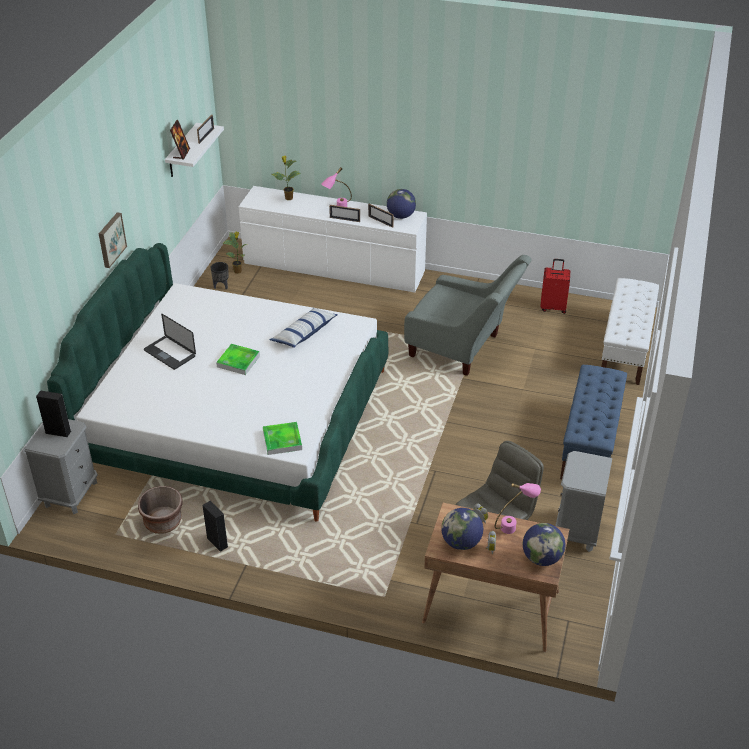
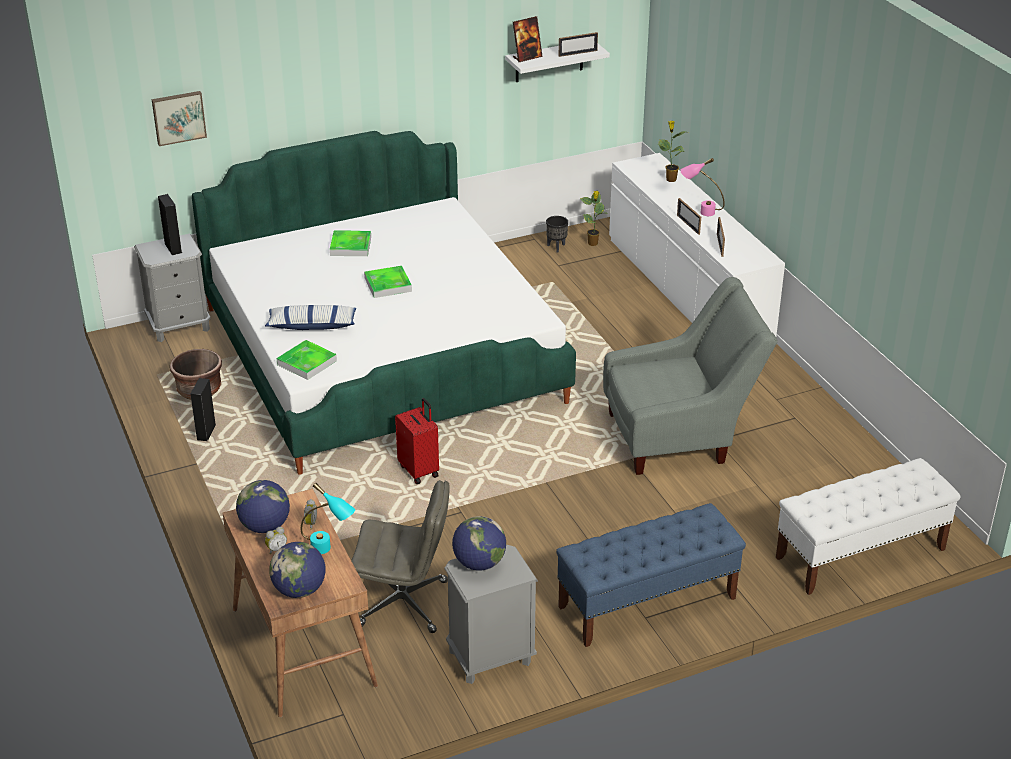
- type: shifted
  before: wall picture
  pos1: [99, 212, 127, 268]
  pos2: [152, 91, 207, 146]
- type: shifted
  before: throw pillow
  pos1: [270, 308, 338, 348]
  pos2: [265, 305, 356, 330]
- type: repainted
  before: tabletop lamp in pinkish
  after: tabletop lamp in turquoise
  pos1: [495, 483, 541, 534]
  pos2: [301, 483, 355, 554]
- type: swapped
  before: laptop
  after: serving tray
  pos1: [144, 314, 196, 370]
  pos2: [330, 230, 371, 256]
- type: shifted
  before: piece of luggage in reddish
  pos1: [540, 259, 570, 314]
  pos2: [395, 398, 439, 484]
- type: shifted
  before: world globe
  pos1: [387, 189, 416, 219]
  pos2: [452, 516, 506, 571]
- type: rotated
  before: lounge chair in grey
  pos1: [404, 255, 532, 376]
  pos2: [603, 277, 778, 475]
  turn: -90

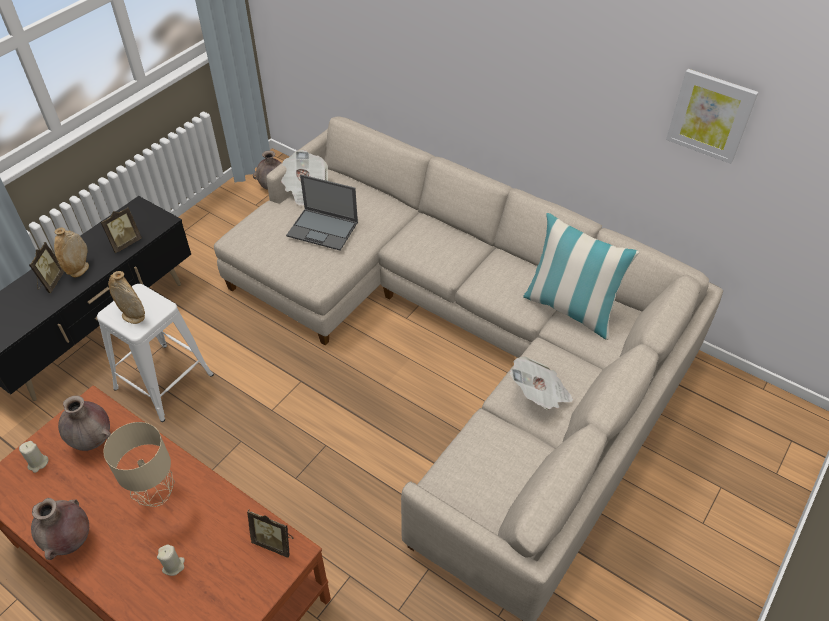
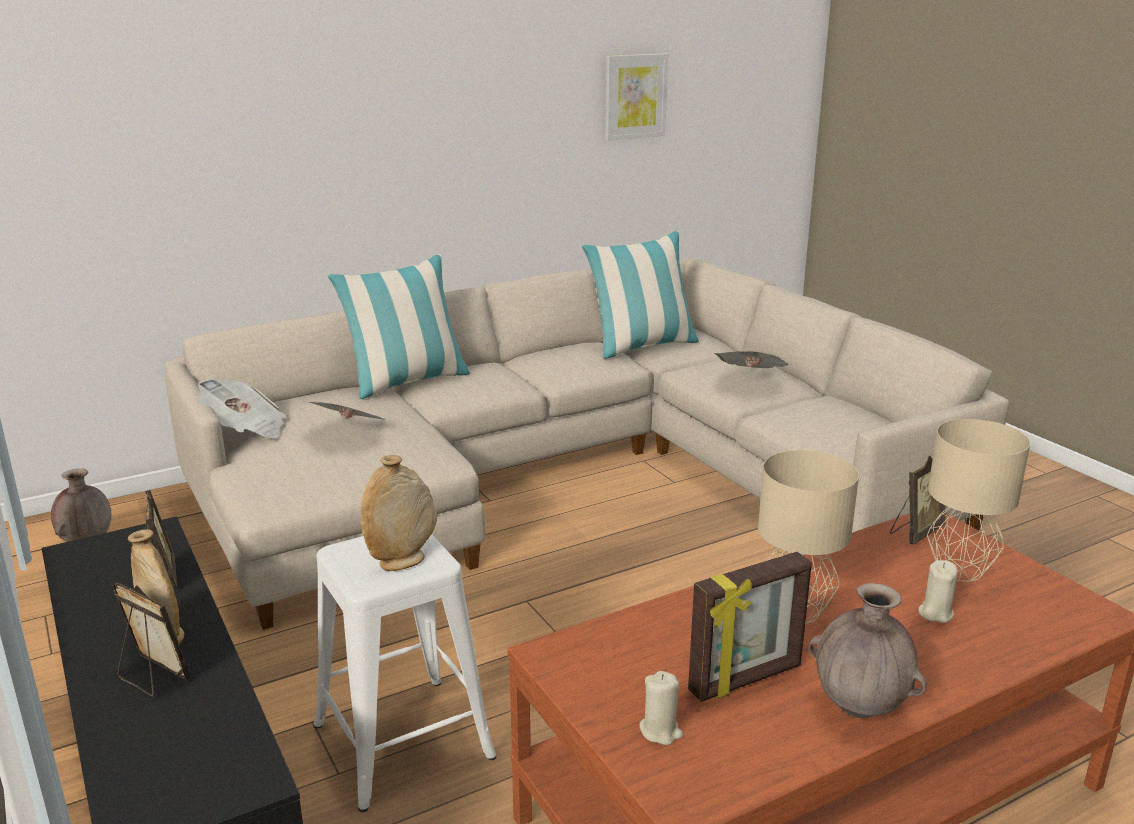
- type: swapped
  before: laptop
  after: newspaper
  pos1: [286, 175, 358, 251]
  pos2: [310, 402, 388, 420]
- type: new
  after: throw pillow
  pos2: [328, 254, 471, 399]
- type: new
  after: photo frame
  pos2: [688, 552, 812, 702]
- type: new
  after: tabletop lamp in beige-coloured
  pos2: [927, 419, 1030, 582]
- type: gone
  before: vase in brown
  pos1: [58, 396, 111, 451]

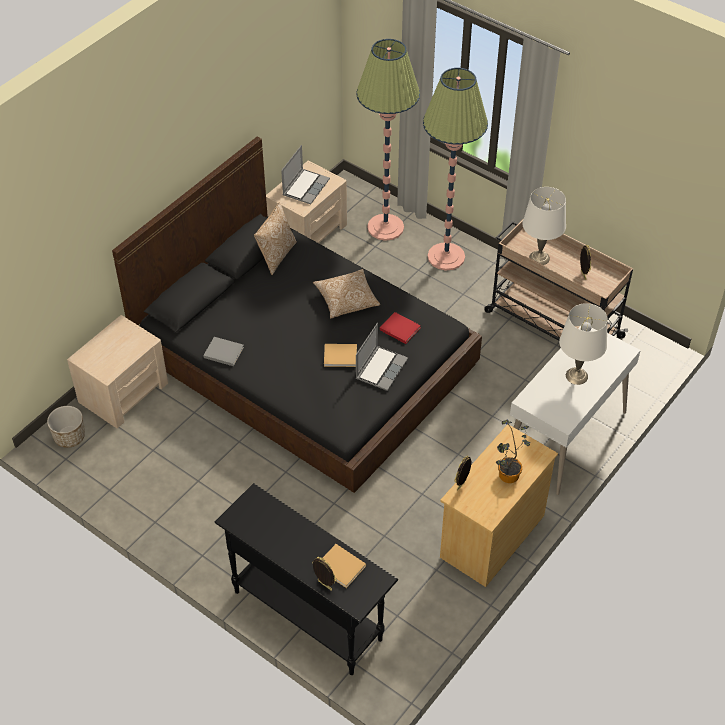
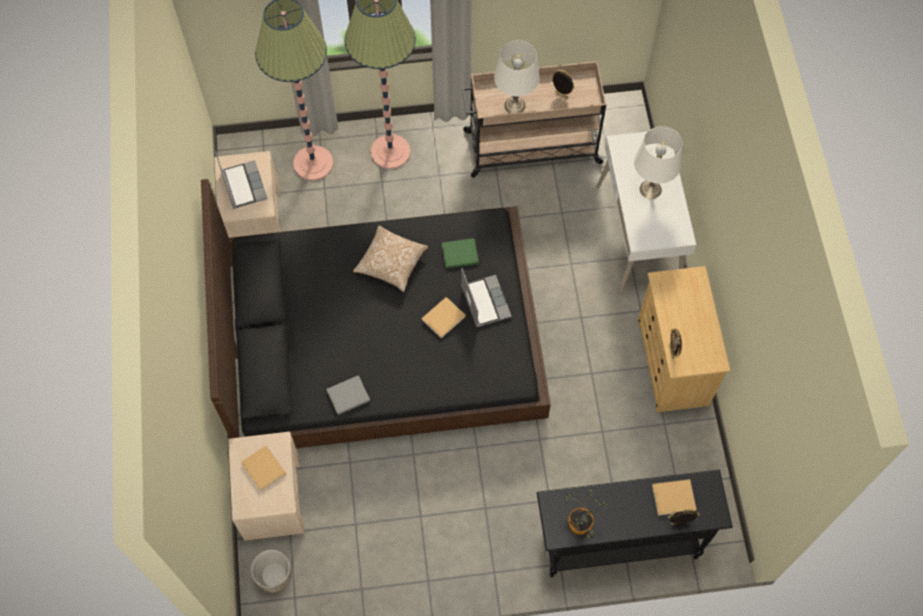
- type: new
  after: book in beige-coloured
  pos2: [241, 445, 286, 491]
- type: repainted
  before: book in reddish
  after: book in greenish
  pos1: [380, 312, 421, 344]
  pos2: [442, 238, 479, 269]
- type: shifted
  before: plant in a pot
  pos1: [496, 420, 530, 483]
  pos2: [564, 488, 609, 539]
- type: gone
  before: throw pillow
  pos1: [254, 203, 297, 275]

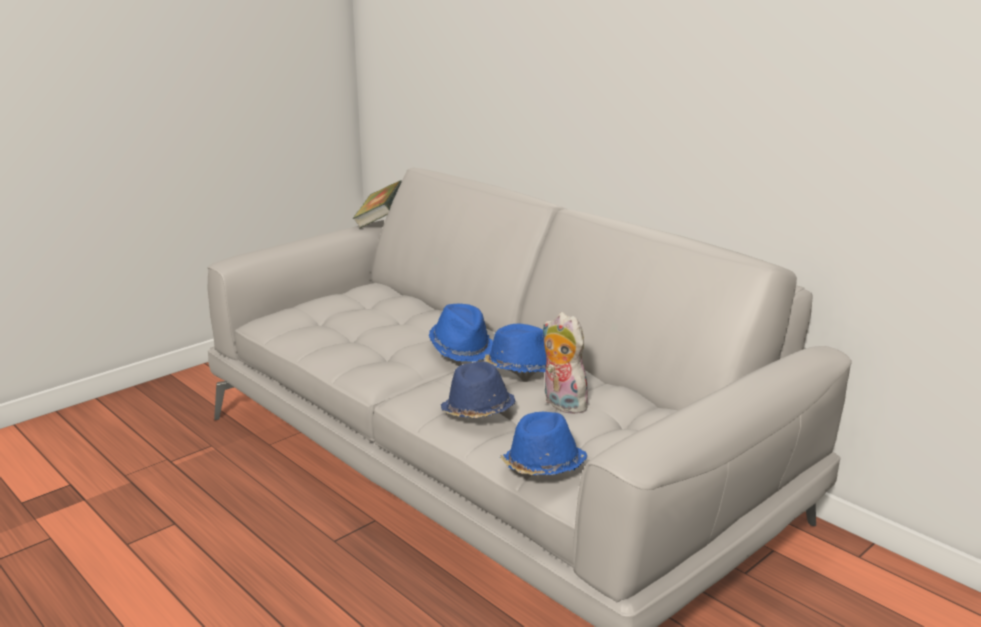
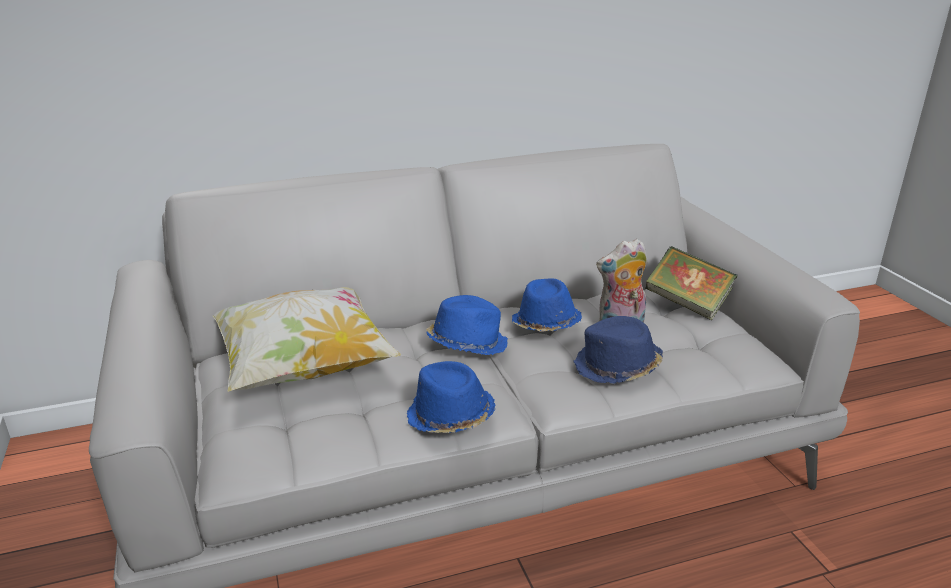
- type: new
  after: throw pillow
  pos2: [213, 287, 401, 392]
- type: shifted
  before: wearable hat in bluish
  pos1: [500, 412, 587, 475]
  pos2: [407, 361, 495, 433]
- type: shifted
  before: book
  pos1: [352, 180, 402, 228]
  pos2: [646, 246, 737, 320]

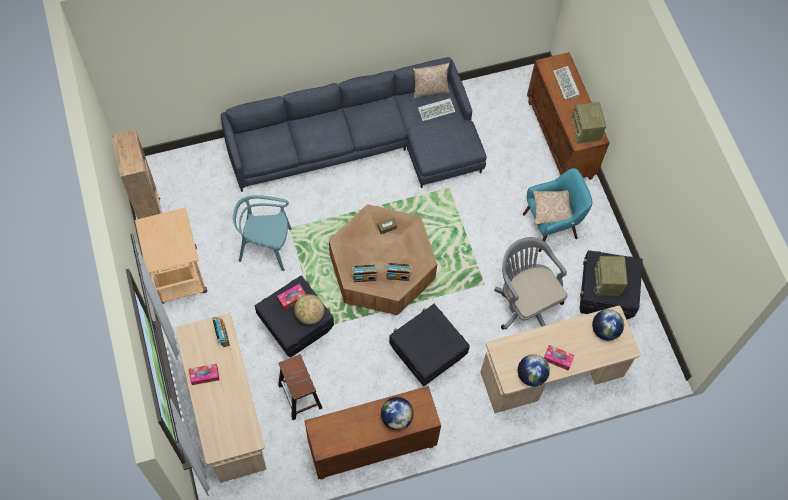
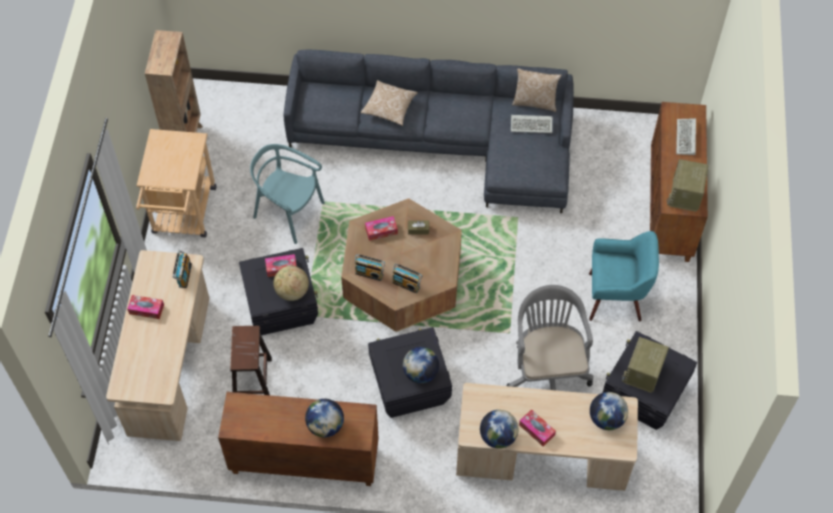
- type: shifted
  before: throw pillow
  pos1: [533, 190, 575, 225]
  pos2: [361, 80, 418, 126]
- type: new
  after: tissue box
  pos2: [365, 216, 398, 241]
- type: new
  after: world globe
  pos2: [403, 347, 439, 383]

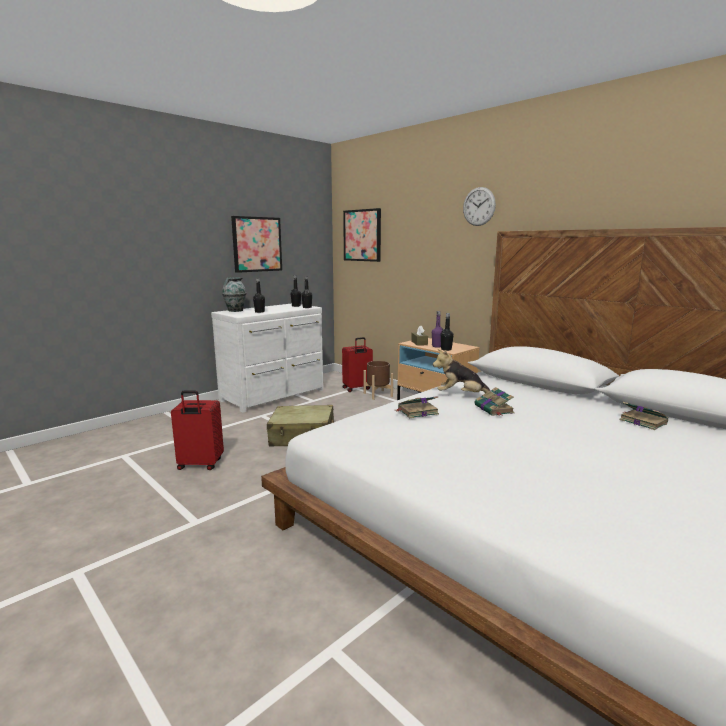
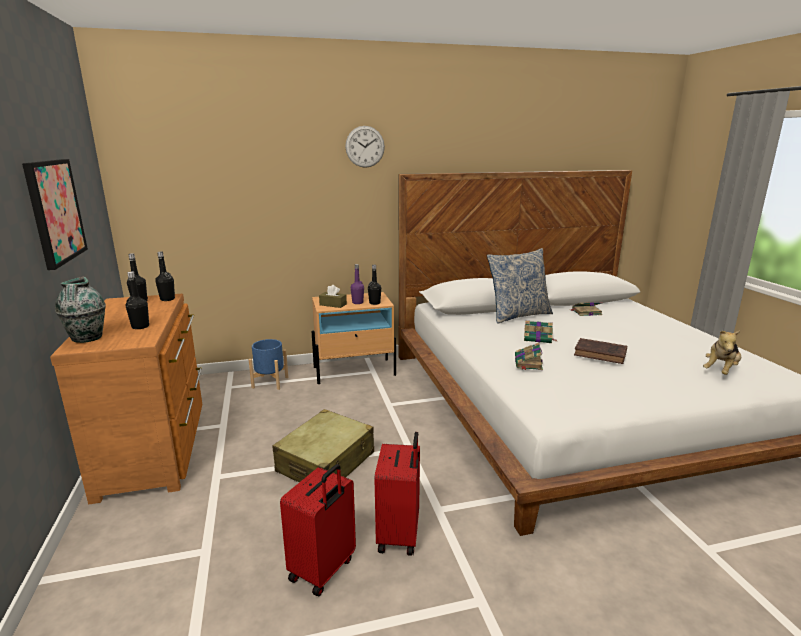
- type: repainted
  before: drawer chest in white
  after: drawer chest in brown
  pos1: [211, 304, 323, 413]
  pos2: [50, 294, 203, 504]
- type: repainted
  before: flower pot in brown
  after: flower pot in bluish
  pos1: [364, 361, 393, 400]
  pos2: [249, 339, 288, 390]
- type: shifted
  before: piece of luggage in reddish
  pos1: [342, 337, 373, 392]
  pos2: [375, 432, 420, 556]
- type: new
  after: throw pillow
  pos2: [487, 248, 553, 324]
- type: new
  after: book in brown
  pos2: [574, 338, 627, 364]
- type: shifted
  before: cuddly toy
  pos1: [433, 349, 491, 393]
  pos2: [703, 330, 741, 375]
- type: gone
  before: wall picture
  pos1: [343, 208, 381, 262]

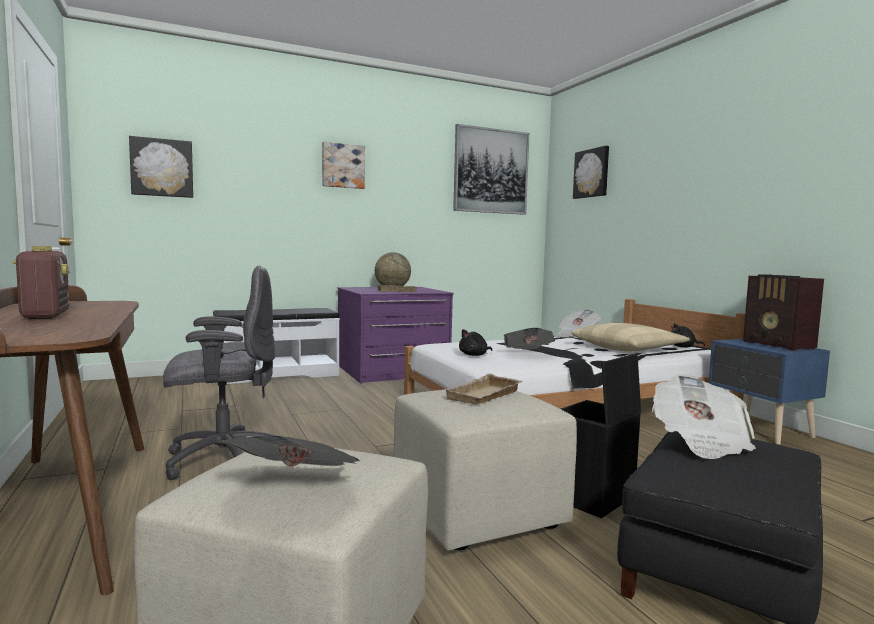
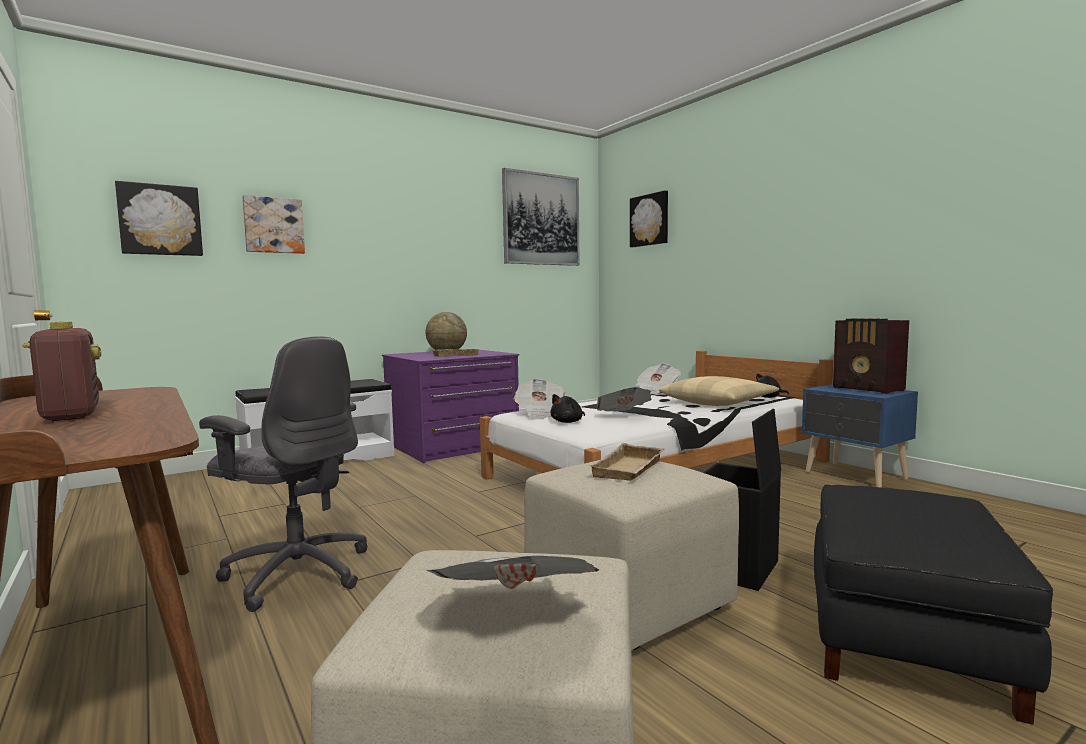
- type: rotated
  before: computer chair in grey
  pos1: [163, 266, 276, 480]
  pos2: [199, 336, 368, 612]
  turn: 60
- type: shifted
  before: wall picture
  pos1: [322, 142, 365, 189]
  pos2: [242, 195, 305, 254]
- type: shifted
  before: newspaper
  pos1: [652, 375, 756, 459]
  pos2: [514, 379, 567, 419]

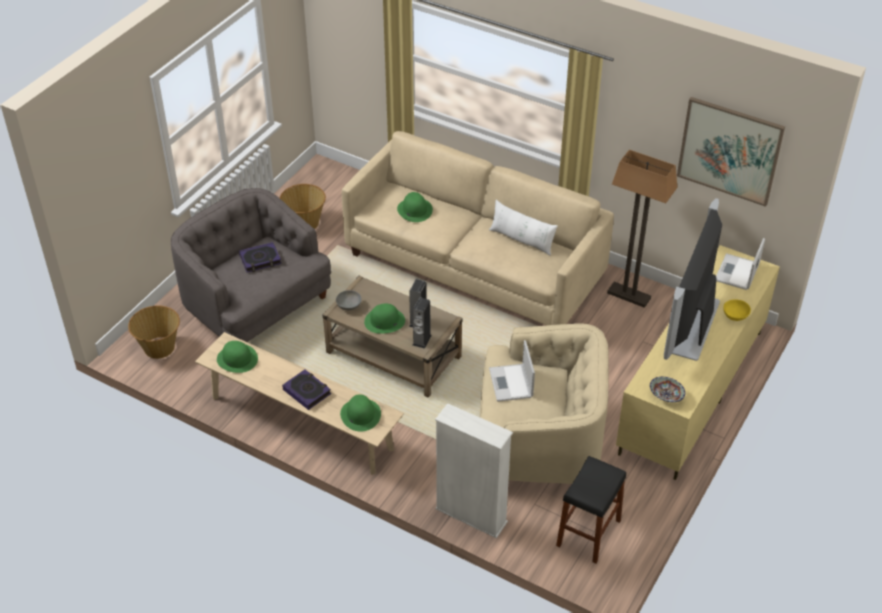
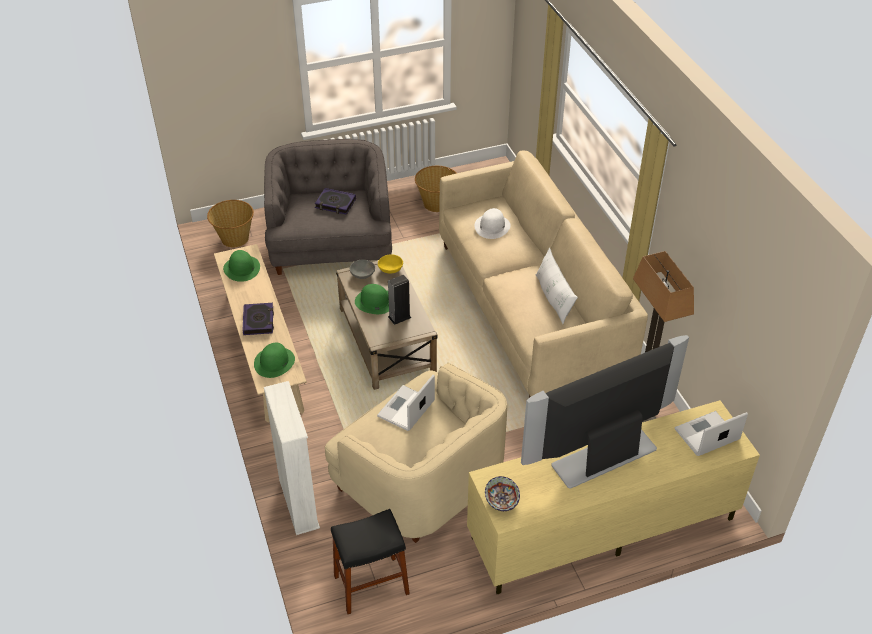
- type: shifted
  before: serving bowl in yellow
  pos1: [723, 299, 751, 321]
  pos2: [378, 255, 403, 273]
- type: repainted
  before: wearable hat in greenish
  after: wearable hat in white
  pos1: [397, 192, 433, 222]
  pos2: [475, 208, 511, 239]
- type: gone
  before: speaker
  pos1: [413, 298, 432, 349]
- type: gone
  before: wall picture
  pos1: [677, 97, 785, 207]

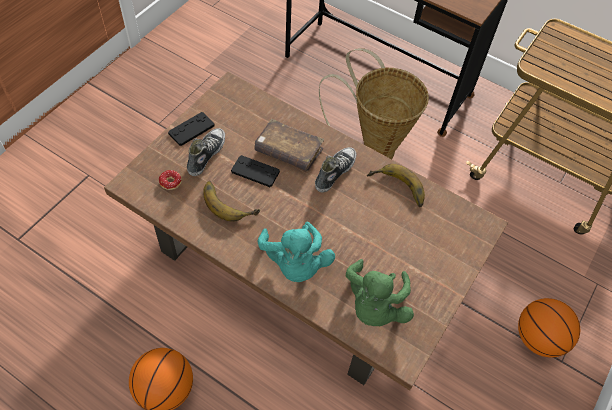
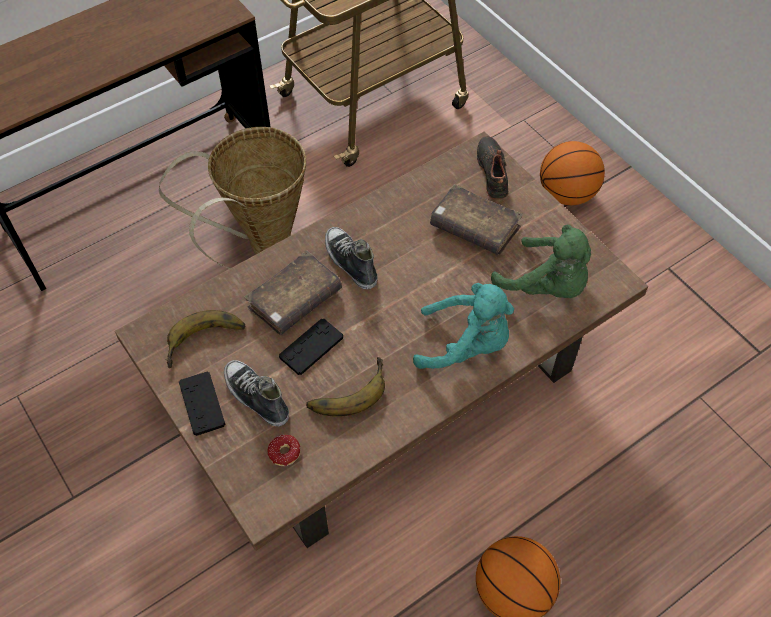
- type: shifted
  before: whole banana
  pos1: [367, 164, 425, 207]
  pos2: [166, 310, 245, 368]
- type: new
  after: book in brown
  pos2: [430, 184, 523, 255]
- type: new
  after: shoe in black-coloured
  pos2: [477, 136, 508, 199]

